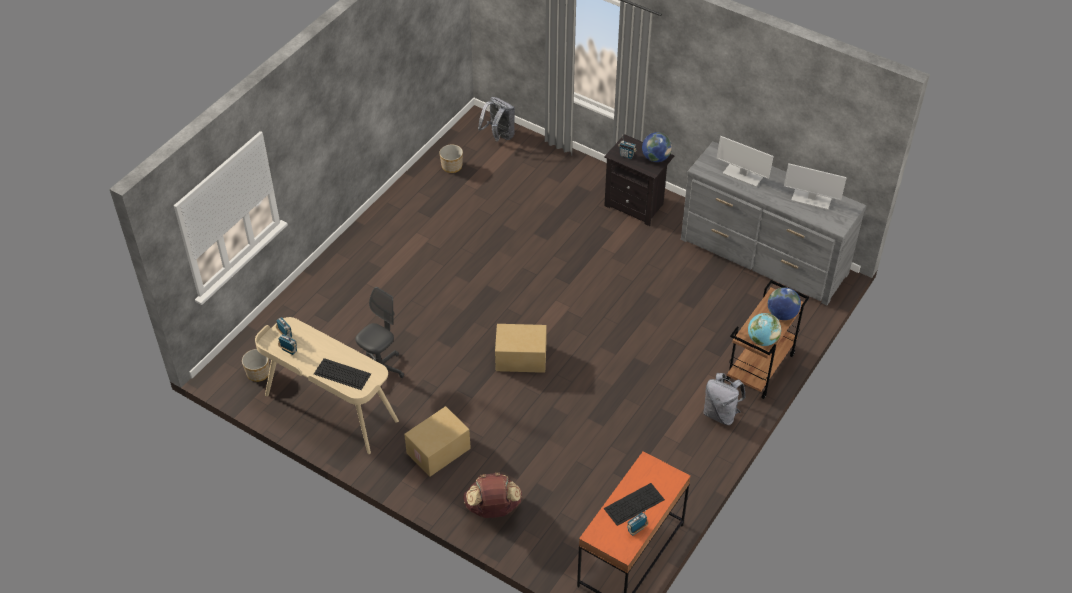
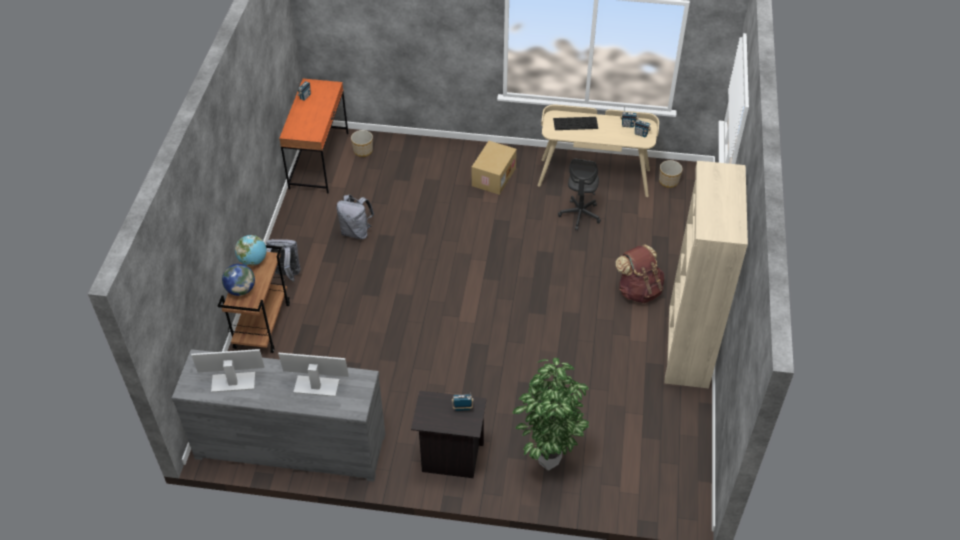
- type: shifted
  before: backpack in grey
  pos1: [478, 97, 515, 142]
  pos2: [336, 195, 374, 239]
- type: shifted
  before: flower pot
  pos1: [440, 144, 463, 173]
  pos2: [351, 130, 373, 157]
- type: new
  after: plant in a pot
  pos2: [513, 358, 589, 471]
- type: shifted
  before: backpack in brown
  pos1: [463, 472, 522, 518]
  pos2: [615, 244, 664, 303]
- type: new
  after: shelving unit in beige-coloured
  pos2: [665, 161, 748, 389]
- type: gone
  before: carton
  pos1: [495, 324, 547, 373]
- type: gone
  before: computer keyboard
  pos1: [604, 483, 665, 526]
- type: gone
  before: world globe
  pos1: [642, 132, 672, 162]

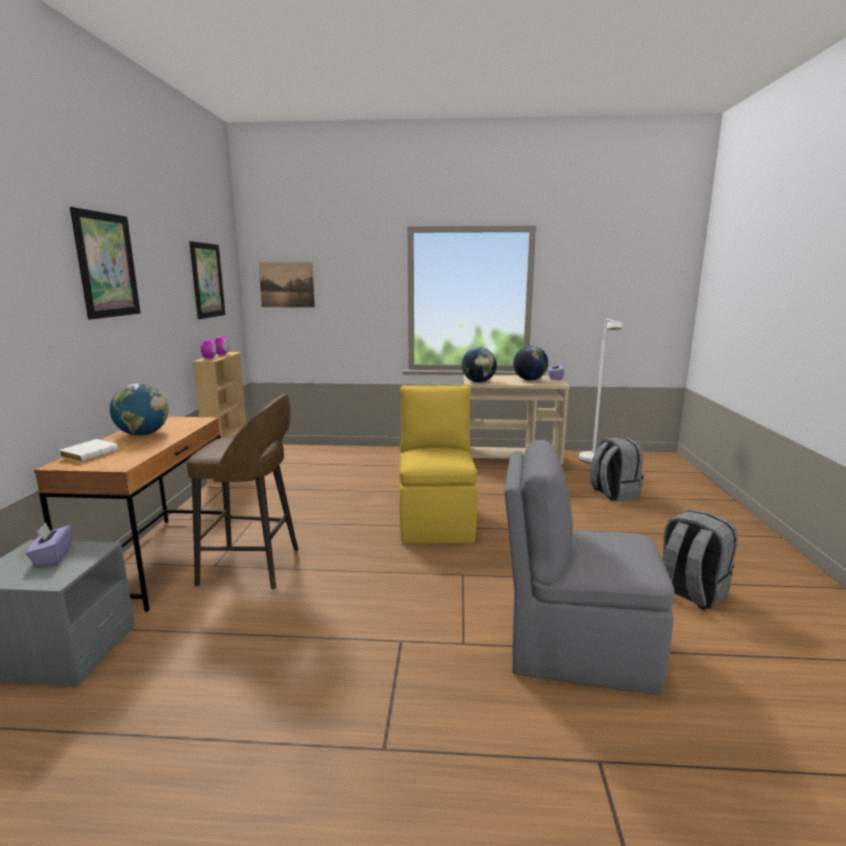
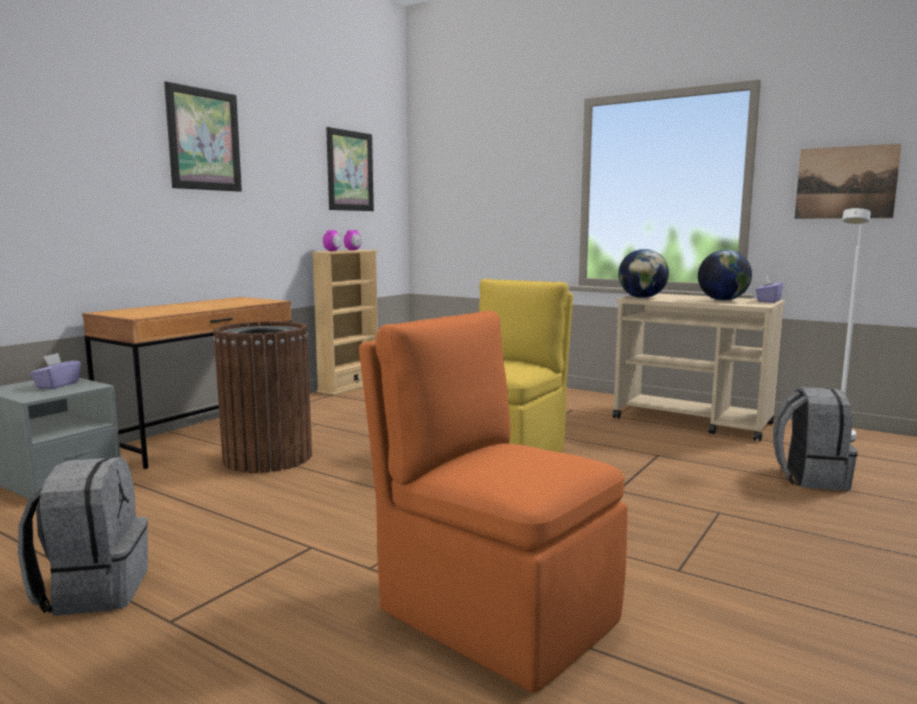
- type: shifted
  before: backpack in grey
  pos1: [662, 509, 738, 610]
  pos2: [18, 457, 148, 616]
- type: swapped
  before: stool in brown
  after: trash can in brown
  pos1: [187, 393, 298, 589]
  pos2: [214, 321, 312, 473]
- type: repainted
  before: upright chair in grey
  after: upright chair in orange-coloured
  pos1: [504, 440, 674, 695]
  pos2: [359, 311, 628, 693]
- type: shifted
  before: wall picture
  pos1: [259, 262, 315, 308]
  pos2: [795, 144, 901, 219]
- type: gone
  before: book in white
  pos1: [59, 439, 118, 462]
- type: gone
  before: world globe
  pos1: [110, 384, 169, 436]

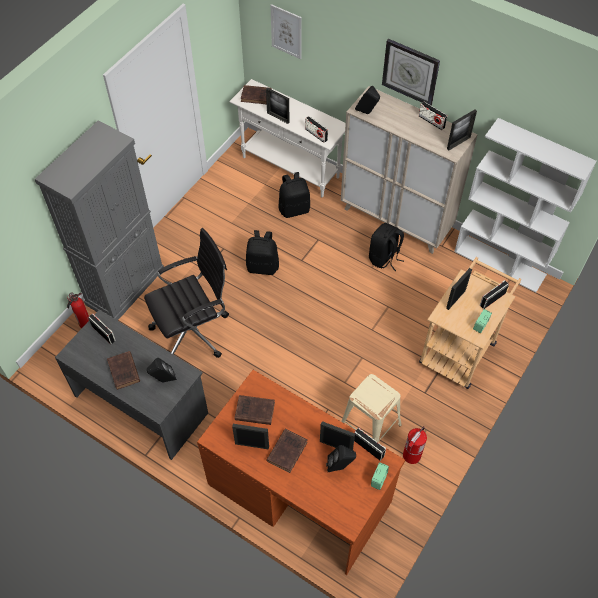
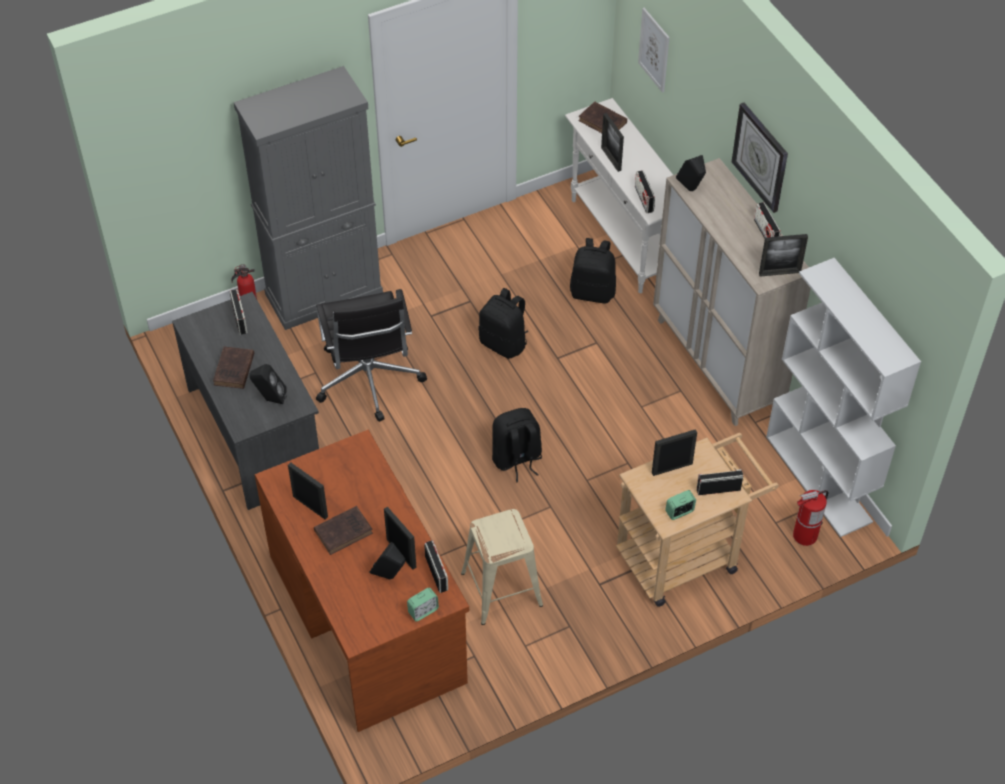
- type: rotated
  before: computer chair in black-coloured
  pos1: [144, 228, 229, 358]
  pos2: [316, 289, 427, 422]
  turn: 75
- type: shifted
  before: backpack in black-coloured
  pos1: [369, 223, 404, 271]
  pos2: [492, 408, 542, 482]
- type: shifted
  before: fire extinguisher
  pos1: [403, 426, 427, 464]
  pos2: [793, 490, 828, 546]
- type: gone
  before: book in brown
  pos1: [235, 395, 275, 425]

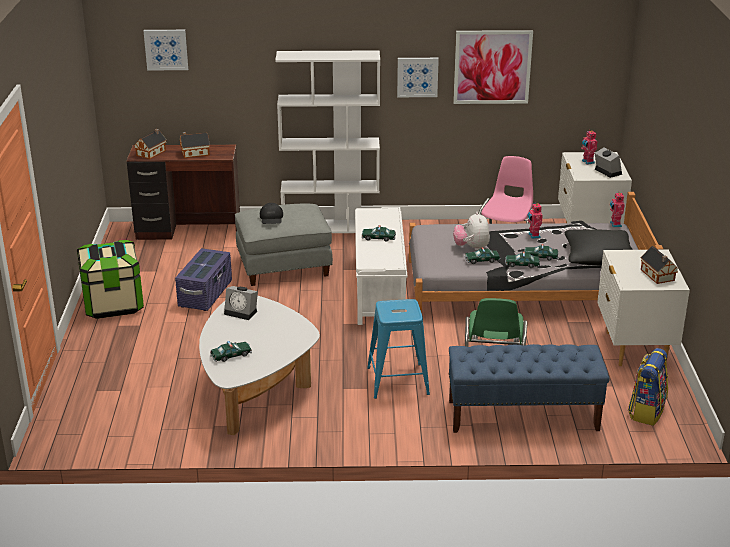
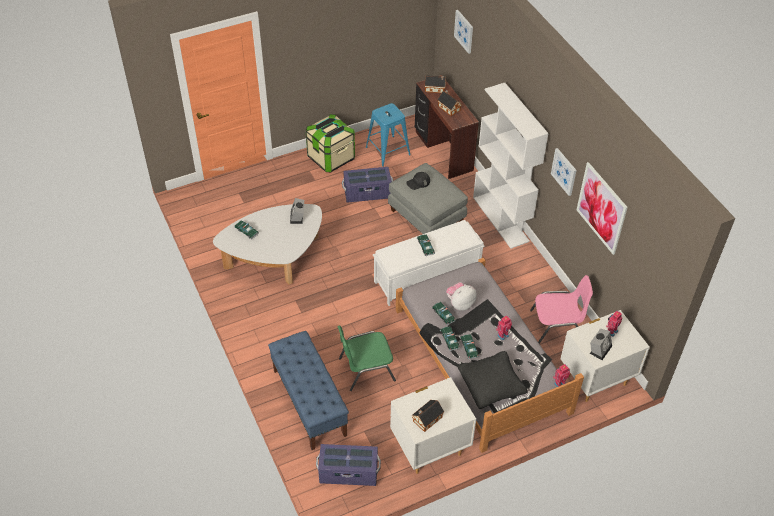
- type: swapped
  before: backpack
  after: storage container in purple-coloured
  pos1: [628, 348, 668, 426]
  pos2: [316, 444, 381, 486]
- type: shifted
  before: stool in bluish
  pos1: [367, 299, 430, 399]
  pos2: [366, 103, 411, 167]

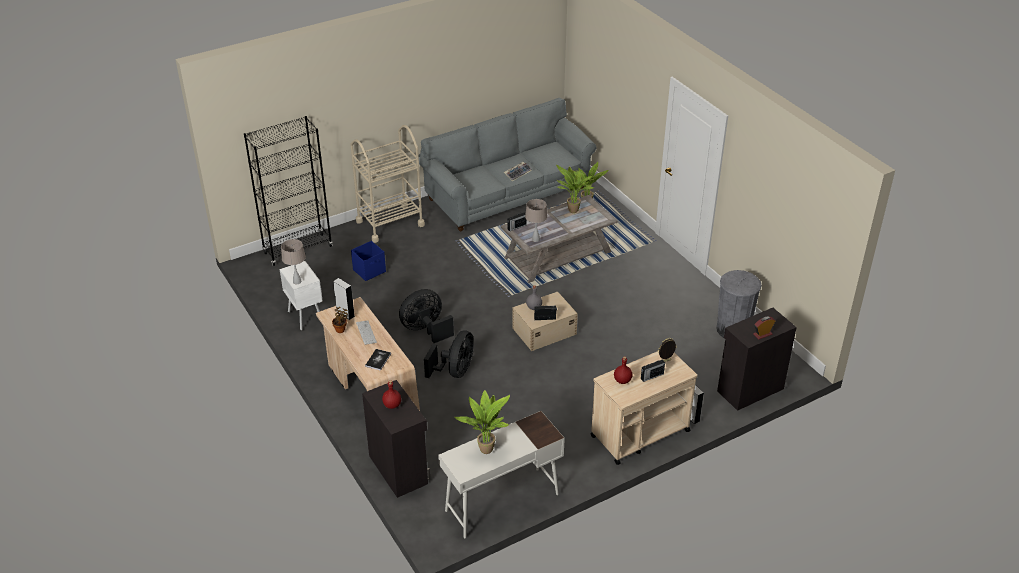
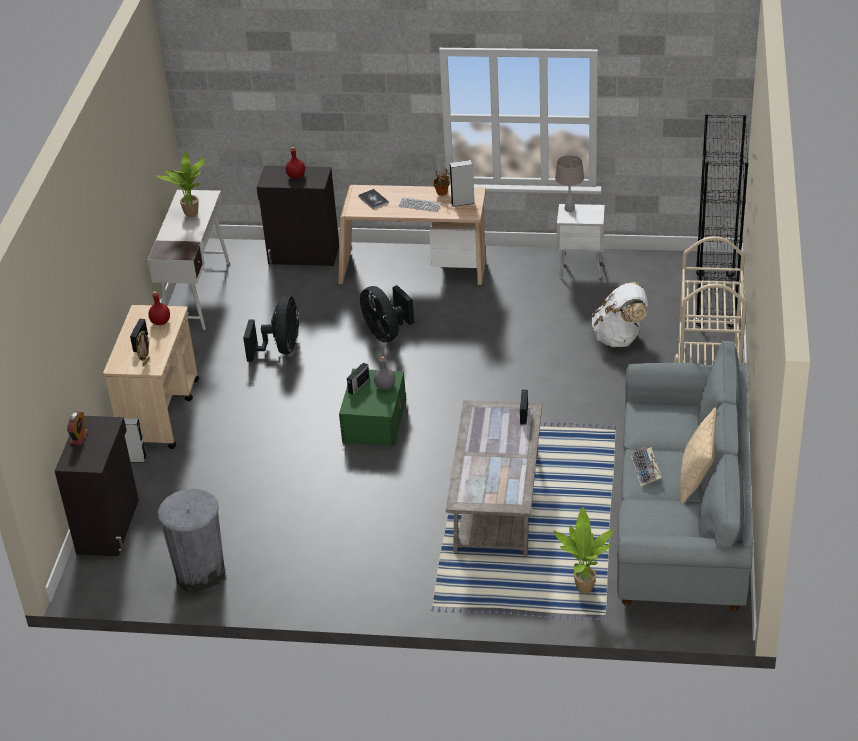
- type: shifted
  before: electric fan in black-coloured
  pos1: [399, 289, 454, 343]
  pos2: [243, 295, 299, 362]
- type: repainted
  before: storage container in beige-coloured
  after: storage container in greenish
  pos1: [512, 292, 578, 351]
  pos2: [339, 369, 406, 446]
- type: swapped
  before: storage container in bluish
  after: backpack in white
  pos1: [351, 241, 386, 281]
  pos2: [592, 282, 648, 347]
- type: new
  after: throw pillow in beige-coloured
  pos2: [680, 407, 717, 504]
- type: gone
  before: tabletop lamp in beige-coloured
  pos1: [525, 199, 548, 242]
- type: gone
  before: plant in a pot
  pos1: [556, 165, 594, 213]

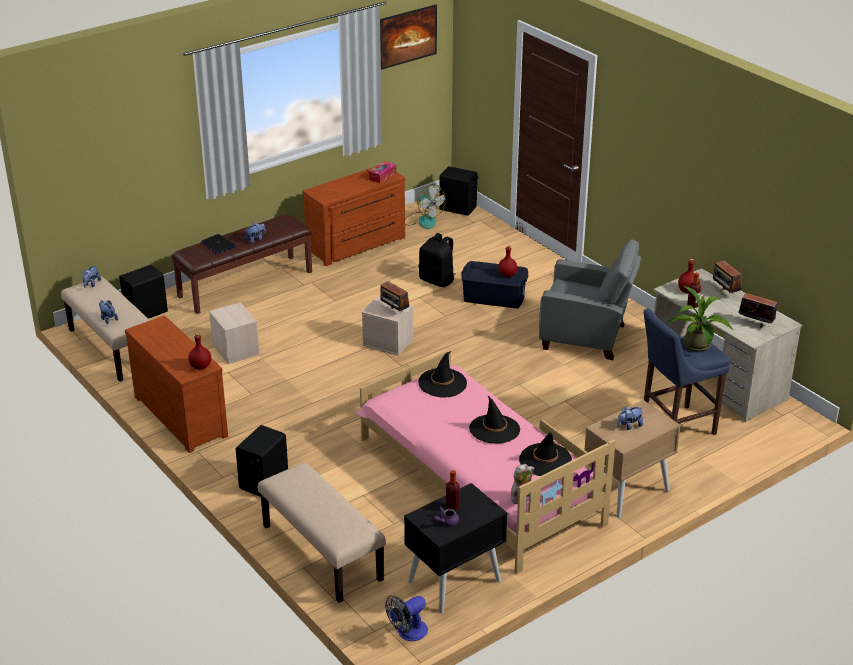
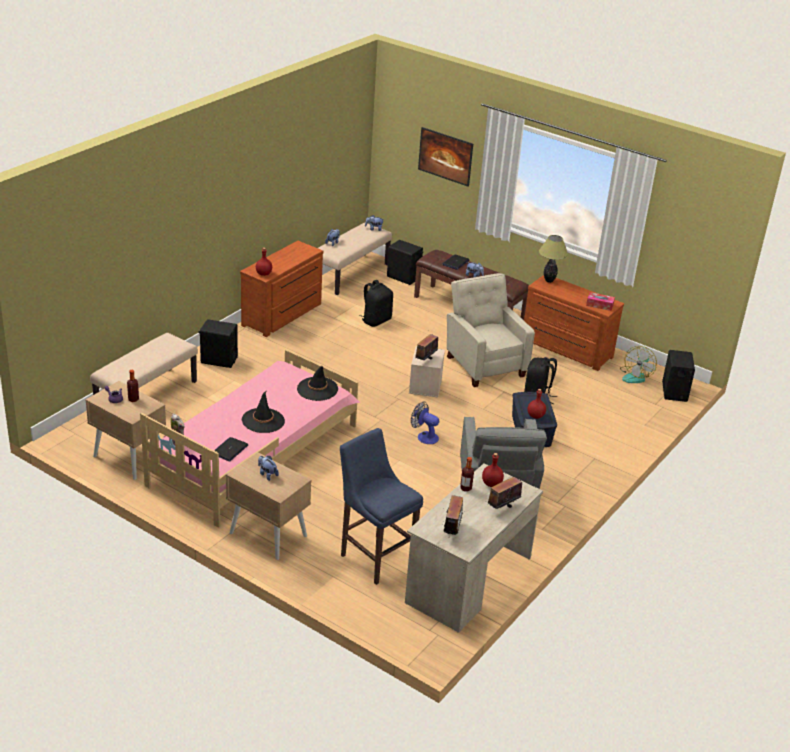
- type: repainted
  before: bedside table in black-coloured
  after: bedside table in beige-coloured
  pos1: [404, 483, 508, 613]
  pos2: [85, 381, 166, 480]
- type: swapped
  before: wearable hat in black-coloured
  after: laptop
  pos1: [519, 432, 572, 476]
  pos2: [214, 437, 248, 461]
- type: swapped
  before: storage container in beige-coloured
  after: backpack in black-coloured
  pos1: [209, 302, 260, 364]
  pos2: [359, 280, 393, 327]
- type: shifted
  before: electric fan
  pos1: [385, 596, 428, 641]
  pos2: [411, 401, 439, 444]
- type: shifted
  before: wall picture
  pos1: [380, 5, 437, 70]
  pos2: [418, 127, 473, 187]
- type: new
  after: lounge chair in beige-coloured
  pos2: [447, 273, 535, 387]
- type: new
  after: tabletop lamp
  pos2: [539, 235, 568, 283]
- type: gone
  before: plant in a pot
  pos1: [668, 286, 733, 352]

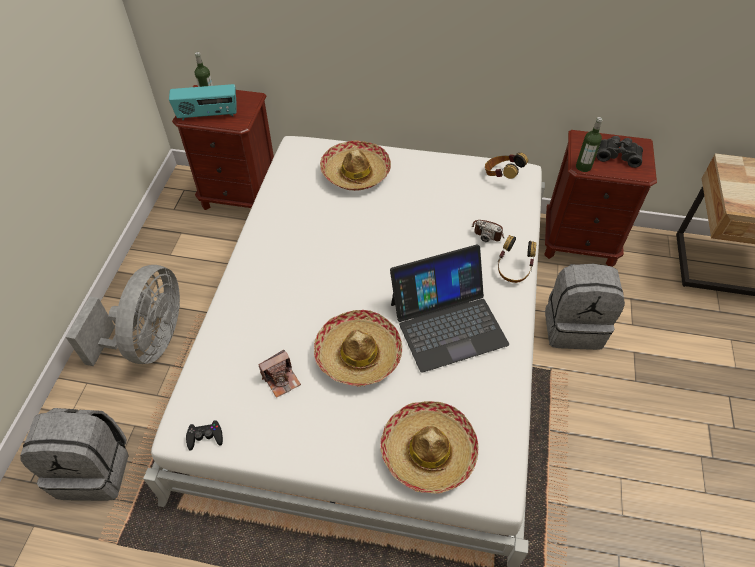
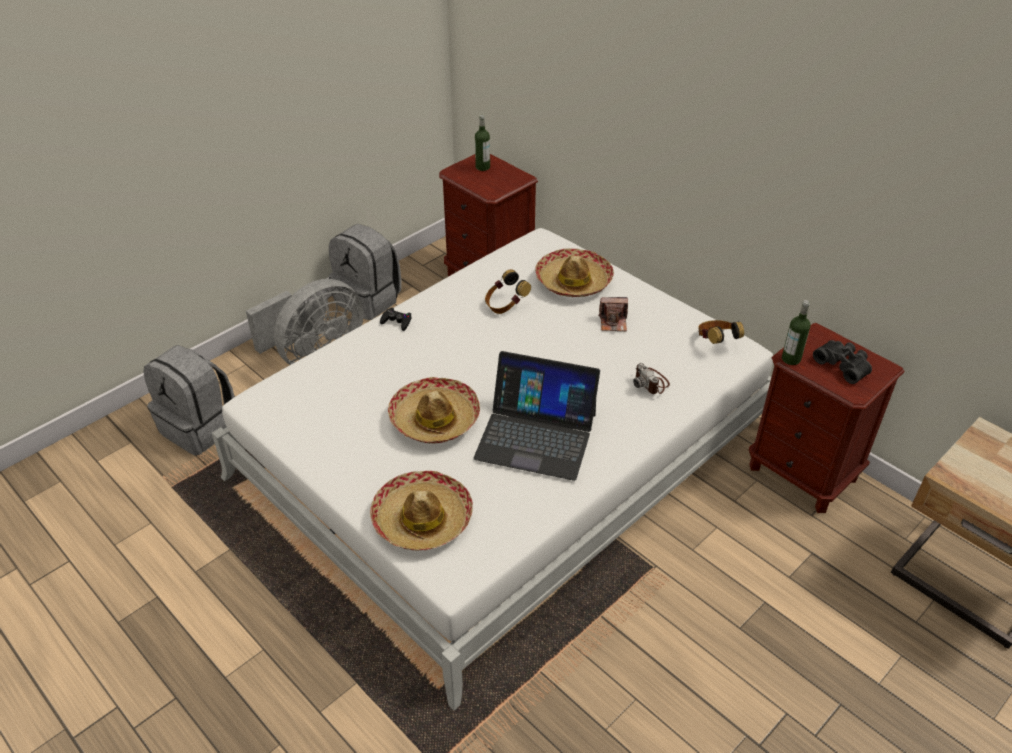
- type: shifted
  before: backpack in grey
  pos1: [545, 264, 625, 350]
  pos2: [329, 224, 402, 320]
- type: shifted
  before: gamepad in black-coloured
  pos1: [186, 420, 223, 450]
  pos2: [380, 308, 412, 331]
- type: shifted
  before: headset
  pos1: [498, 235, 536, 283]
  pos2: [485, 269, 531, 314]
- type: shifted
  before: still camera
  pos1: [259, 350, 301, 398]
  pos2: [598, 297, 628, 331]
- type: gone
  before: radio receiver
  pos1: [169, 84, 237, 120]

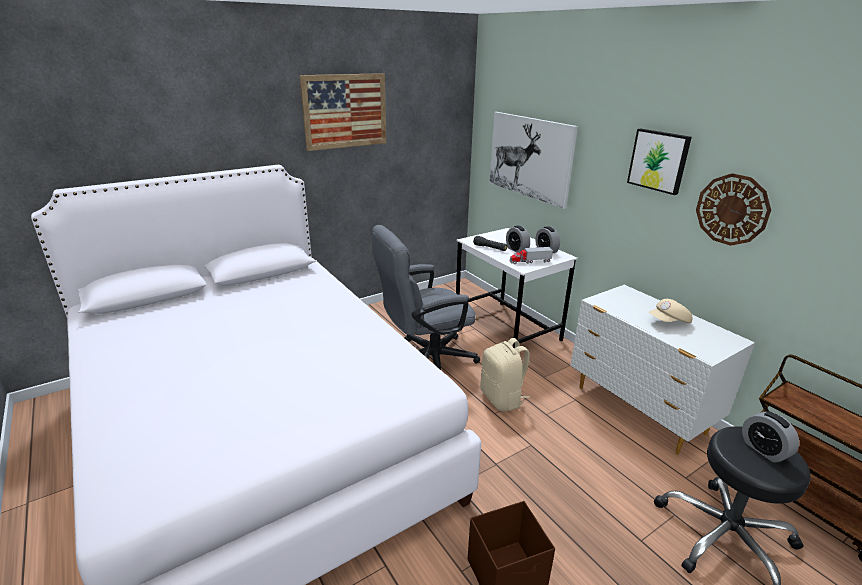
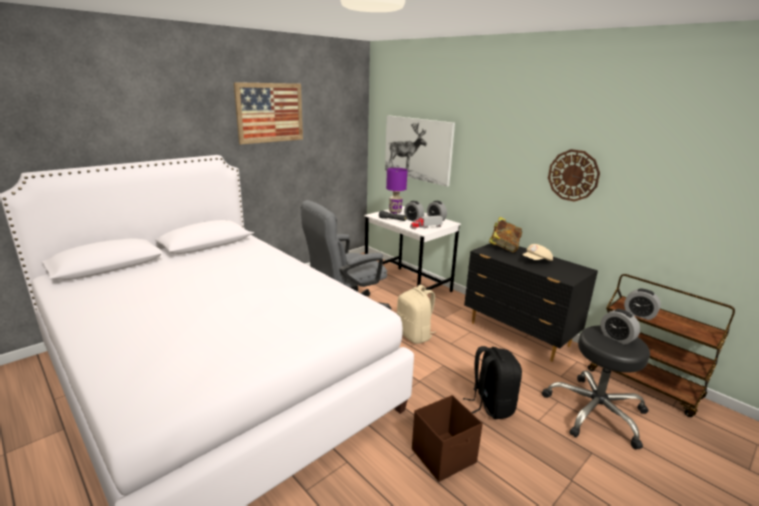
- type: new
  after: tabletop lamp in purple-coloured
  pos2: [386, 168, 407, 214]
- type: new
  after: backpack in black-coloured
  pos2: [463, 346, 522, 419]
- type: repainted
  before: drawer chest in white
  after: drawer chest in black-coloured
  pos1: [570, 285, 755, 455]
  pos2: [464, 243, 598, 362]
- type: new
  after: book
  pos2: [489, 217, 522, 252]
- type: new
  after: alarm clock
  pos2: [624, 289, 661, 320]
- type: gone
  before: wall picture
  pos1: [627, 129, 692, 195]

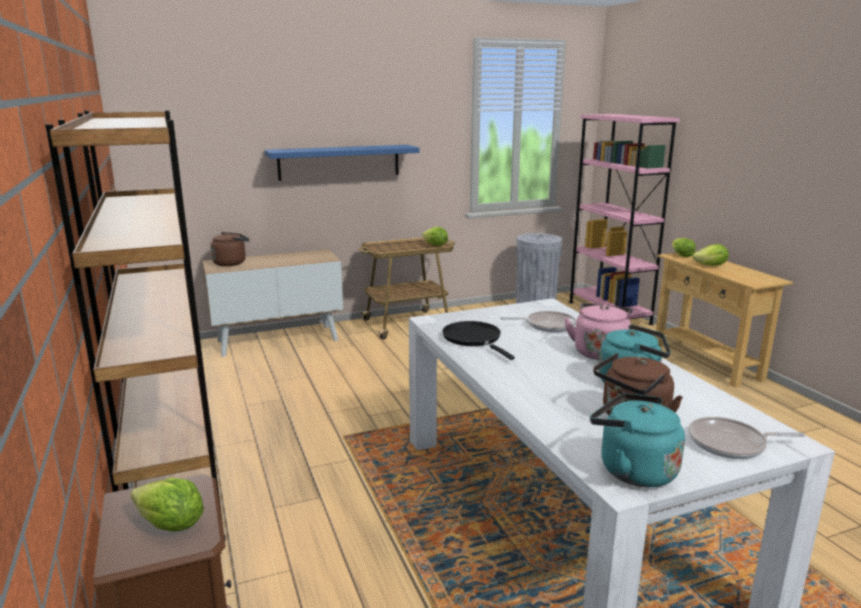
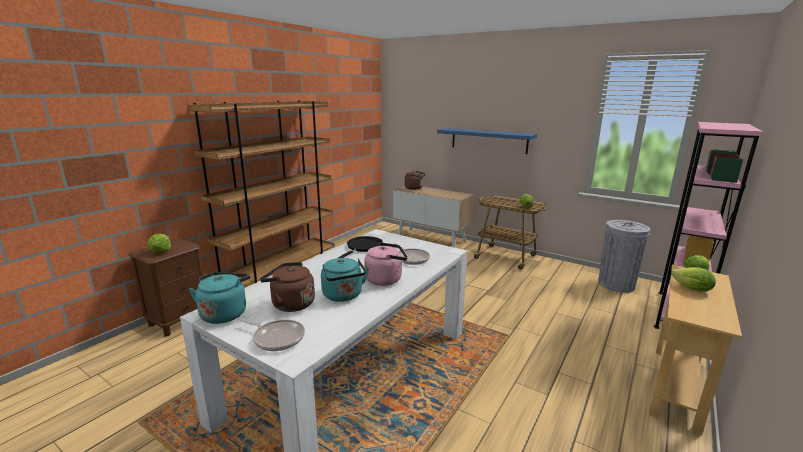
- type: rotated
  before: frying pan
  pos1: [688, 417, 805, 459]
  pos2: [240, 318, 305, 351]
  turn: 150

